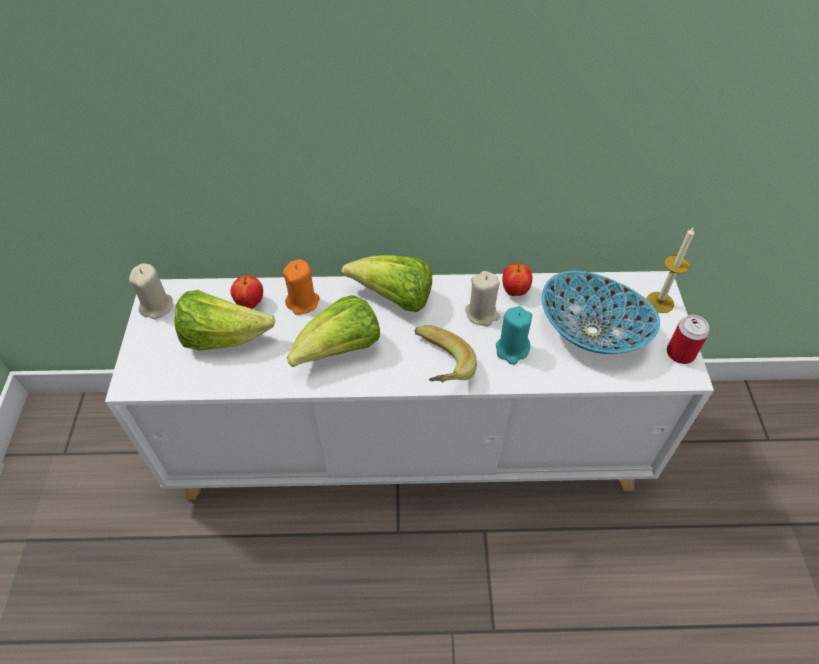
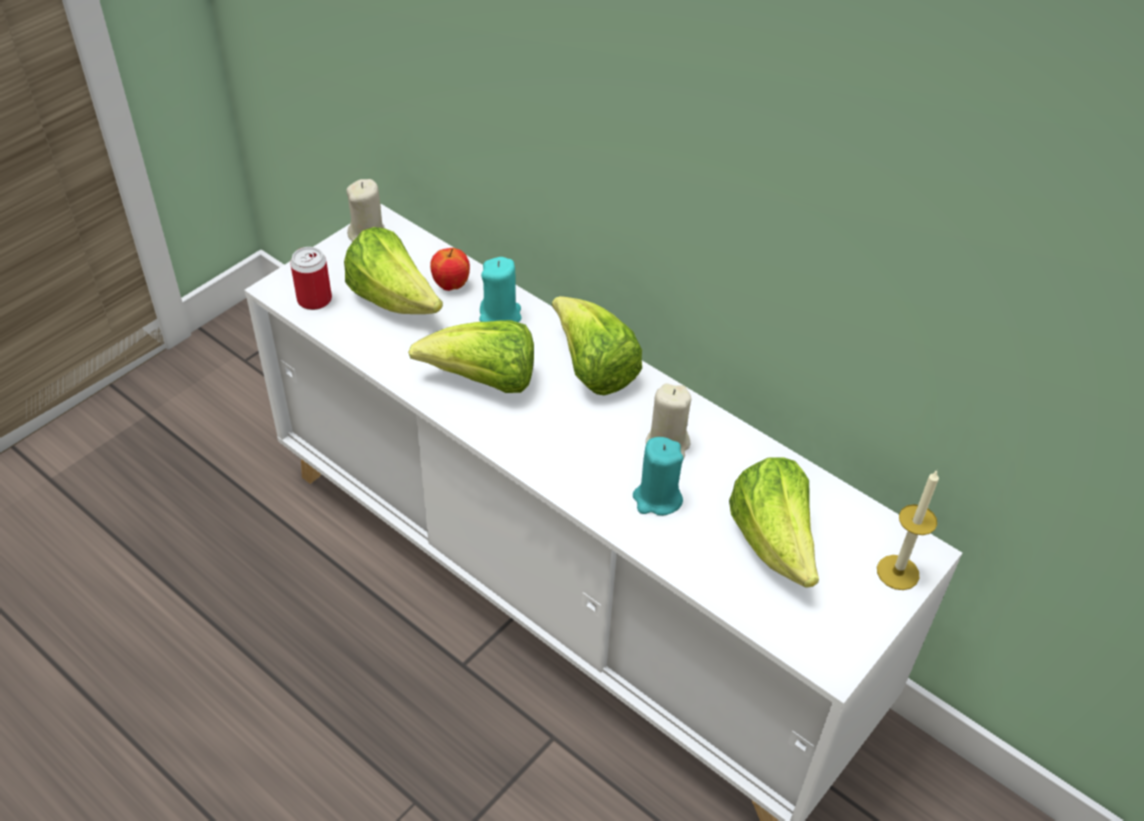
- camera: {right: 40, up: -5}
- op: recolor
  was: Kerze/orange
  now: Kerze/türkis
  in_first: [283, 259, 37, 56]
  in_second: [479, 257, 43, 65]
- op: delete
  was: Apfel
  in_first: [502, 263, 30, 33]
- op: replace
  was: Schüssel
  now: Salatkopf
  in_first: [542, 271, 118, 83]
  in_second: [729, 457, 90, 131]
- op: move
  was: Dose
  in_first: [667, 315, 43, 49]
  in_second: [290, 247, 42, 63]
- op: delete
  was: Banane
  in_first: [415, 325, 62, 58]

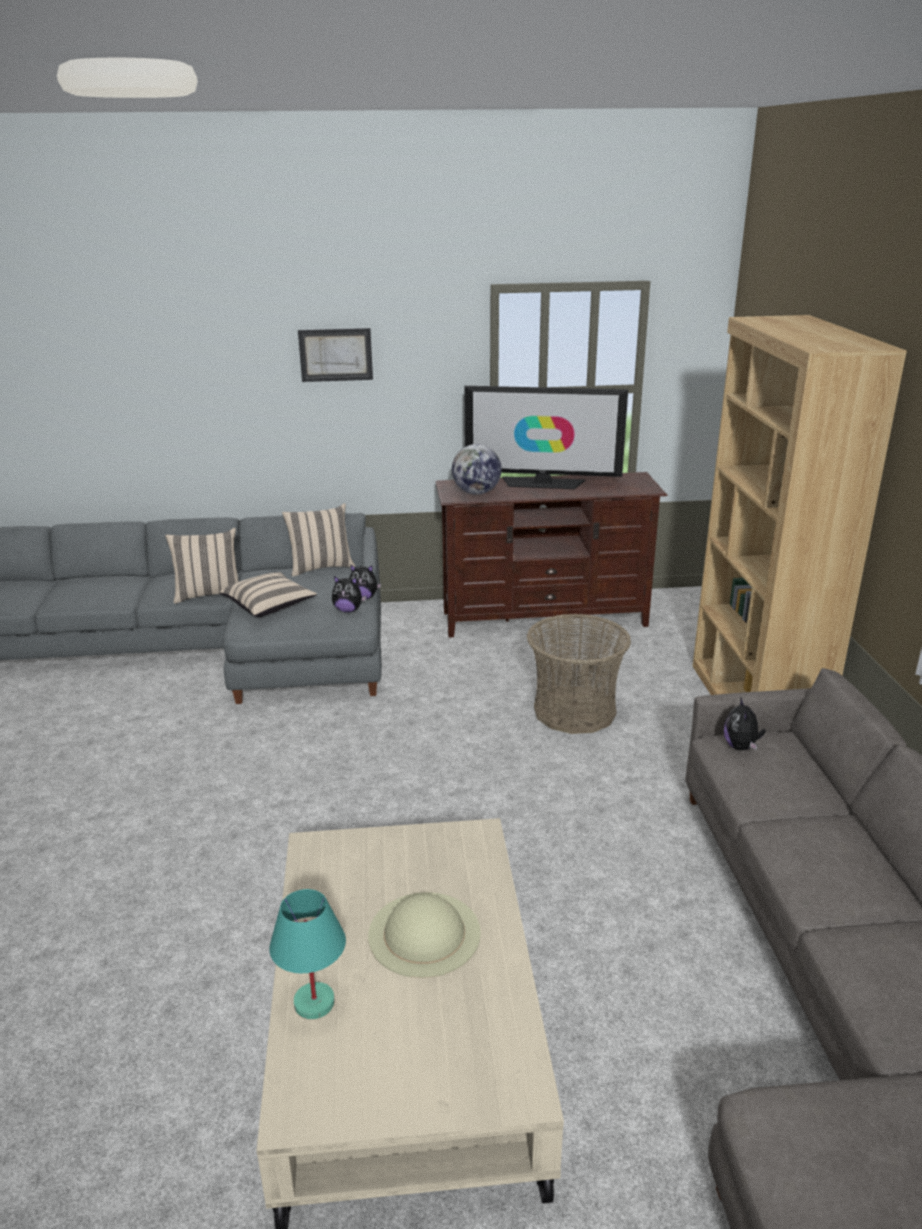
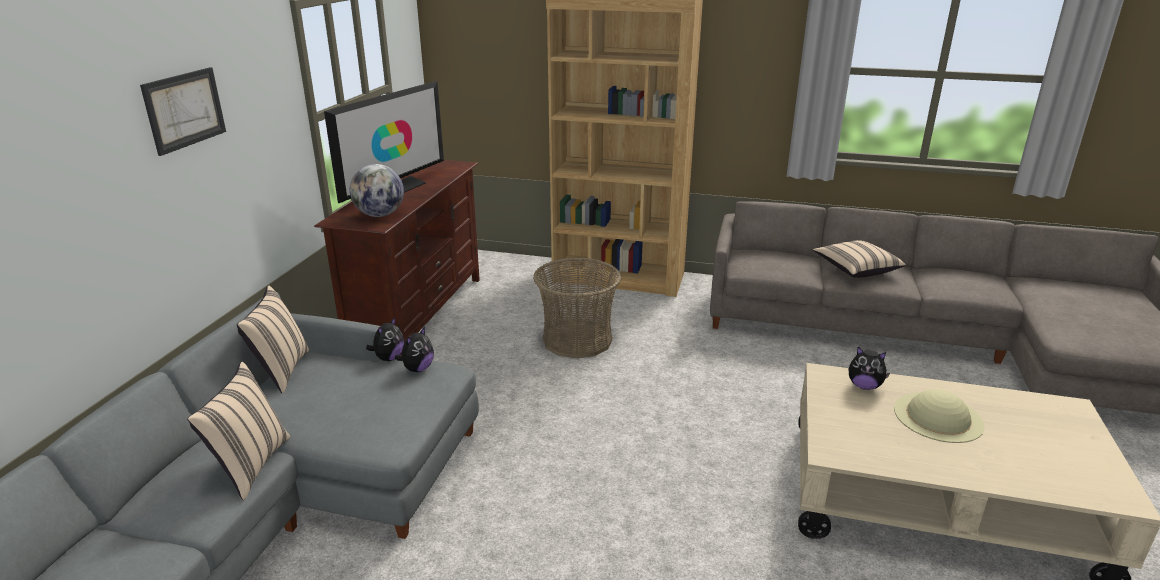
- camera: {right: -70, up: 0}
- op: move
  was: Kissen/beige
  in_first: [220, 572, 97, 45]
  in_second: [813, 240, 93, 38]
- op: move
  was: Plüschtier
  in_first: [724, 696, 42, 54]
  in_second: [849, 347, 41, 43]
- op: delete
  was: Tischlampe/türkis
  in_first: [269, 889, 77, 130]

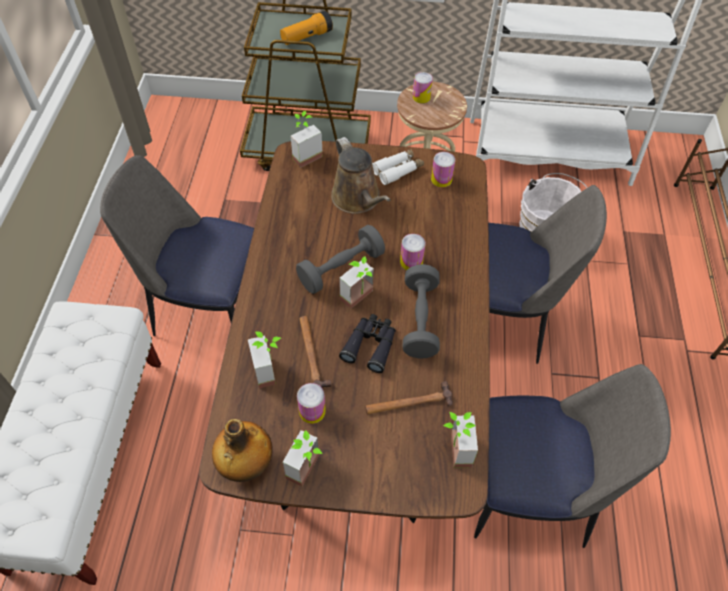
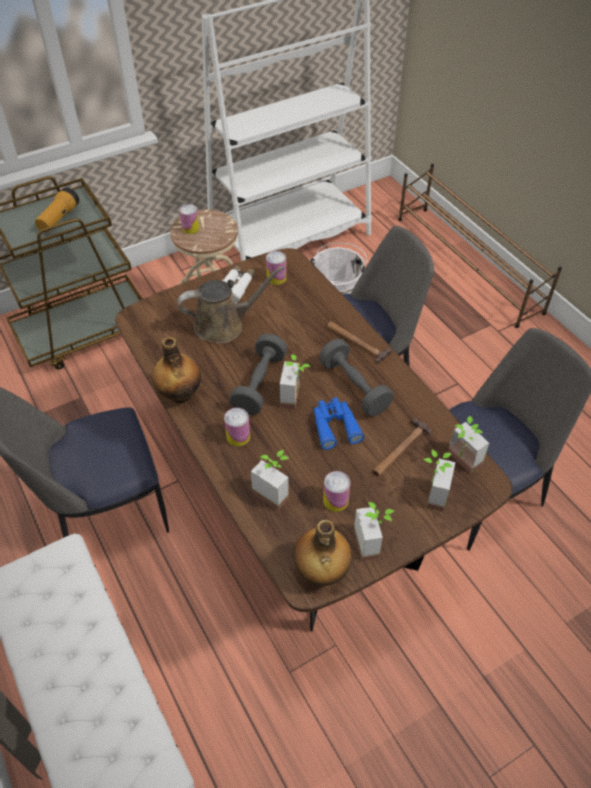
- camera: {right: -35, up: -5}
- op: move
  was: Topfpflanze
  in_first: [291, 111, 32, 57]
  in_second: [423, 450, 32, 62]
- op: rotate
  was: Gießkanne/braun
  in_first: [331, 137, 60, 77]
  in_second: [177, 266, 107, 77]
  clockwise: -45
- op: move
  was: Dose
  in_first: [400, 234, 26, 36]
  in_second: [224, 408, 26, 38]
- op: recolor
  was: Fernglas/schwarz
  now: Fernglas/blau
  in_first: [339, 314, 57, 59]
  in_second: [313, 398, 51, 52]
- op: move
  was: Hammer
  in_first: [300, 316, 32, 72]
  in_second: [327, 321, 65, 42]
- op: insert
  now: Flasche
  in_second: [152, 337, 49, 66]

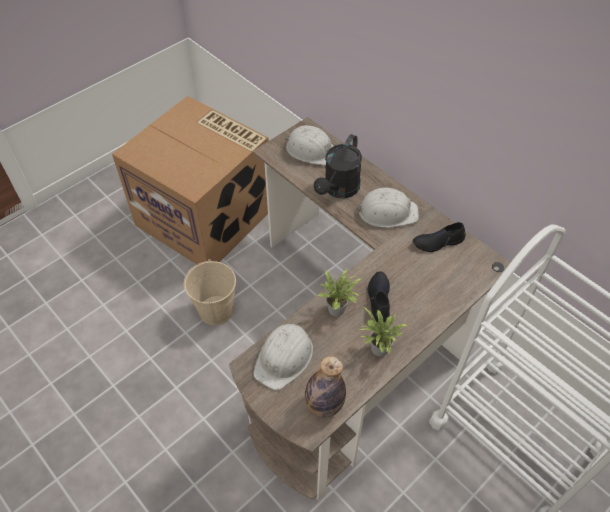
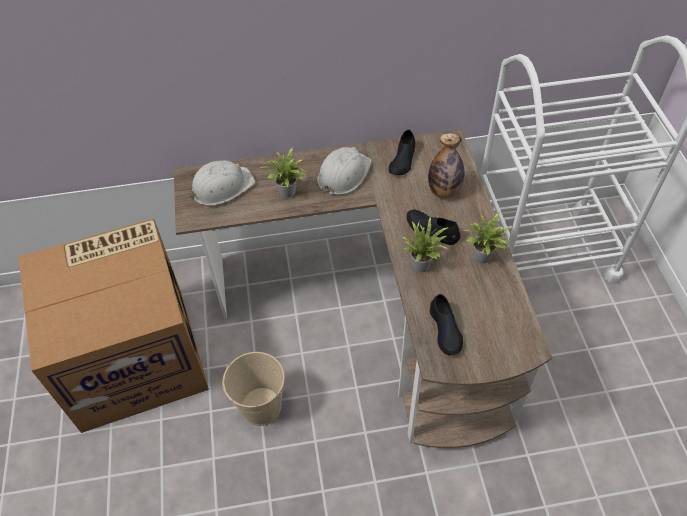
- camera: {right: -55, up: 0}
- op: replace
  was: Gießkanne/schwarz
  now: Topfpflanze
  in_first: [314, 134, 48, 65]
  in_second: [260, 147, 46, 51]
- op: replace
  was: Schutzhelm/weiß
  now: Schuh/schwarz
  in_first: [253, 322, 60, 68]
  in_second: [430, 294, 33, 61]
- op: move
  was: Flasche
  in_first: [305, 356, 41, 62]
  in_second: [428, 133, 36, 65]

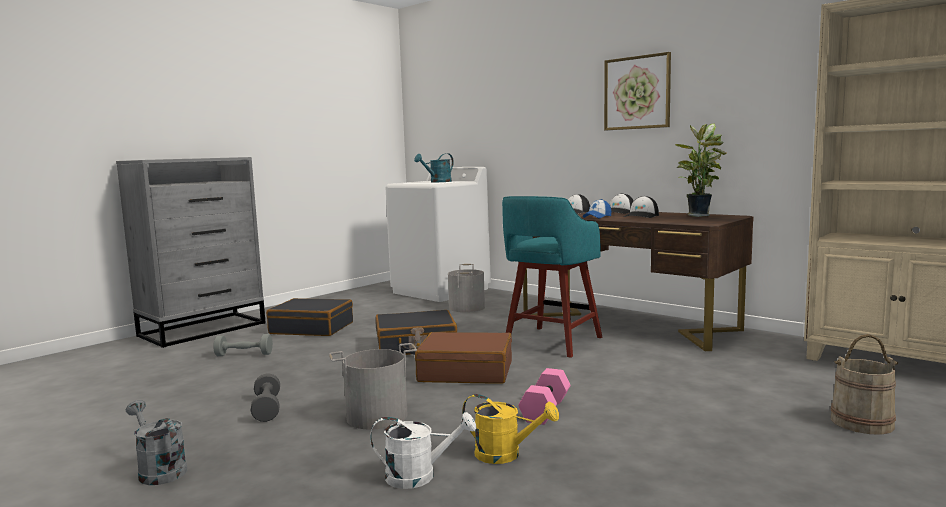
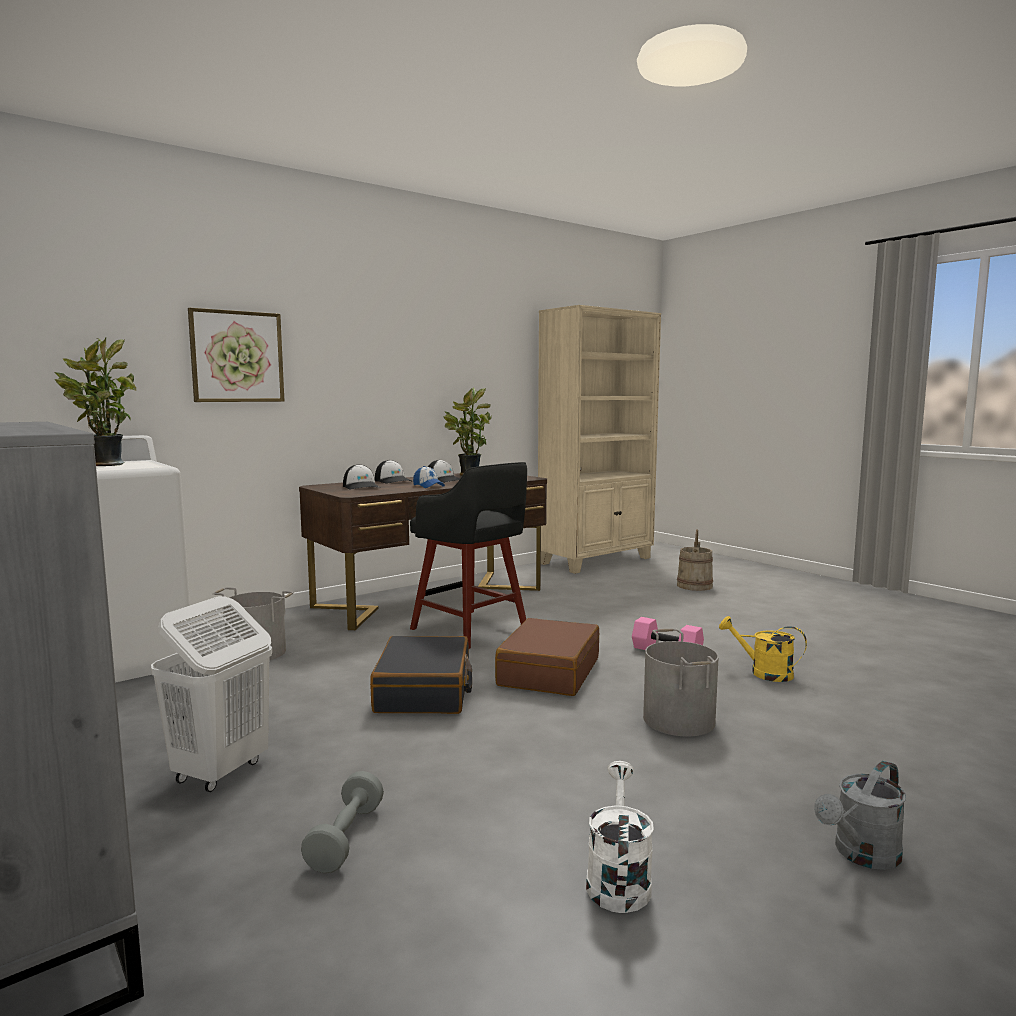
- camera: {right: -80, up: 0}
- op: move
  was: Bild
  in_first: [604, 52, 67, 78]
  in_second: [188, 308, 96, 94]
- op: replace
  was: Gießkanne/türkis
  now: Topfpflanze
  in_first: [414, 153, 40, 29]
  in_second: [54, 338, 83, 128]
- op: recolor
  was: Hocker/türkis
  now: Hocker/schwarz
  in_first: [502, 196, 100, 162]
  in_second: [410, 462, 117, 187]
- op: replace
  was: Koffer/schwarz
  now: Wäschekorb/weiß
  in_first: [266, 298, 87, 38]
  in_second: [151, 596, 121, 196]
- op: delete
  was: Hantel/grau
  in_first: [251, 373, 29, 49]
- op: rotate
  was: Gießkanne/gelb
  in_first: [462, 394, 97, 70]
  in_second: [719, 616, 88, 66]
  clockwise: -90
- op: move
  was: Gießkanne/weiß
  in_first: [370, 412, 106, 77]
  in_second: [586, 761, 68, 152]

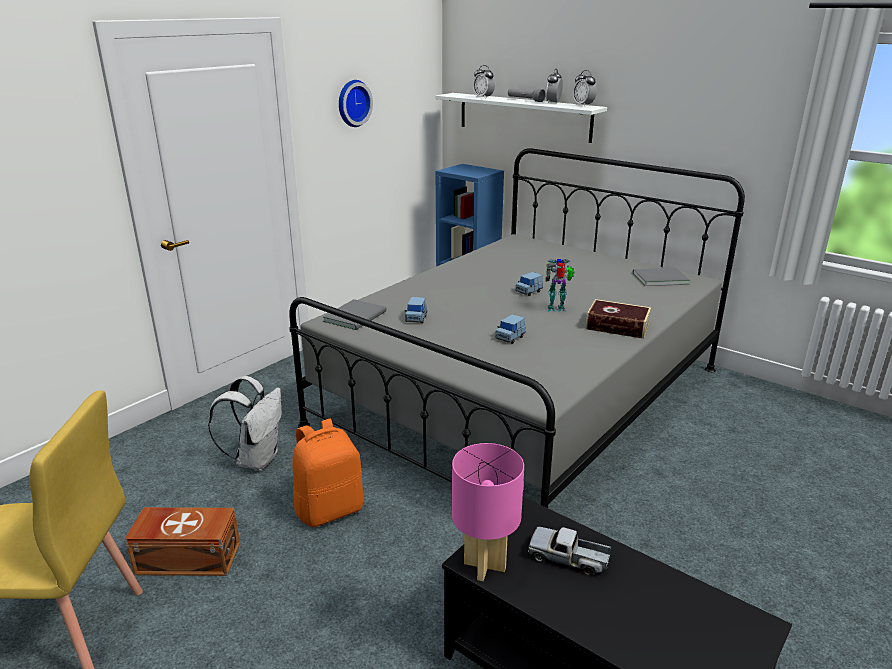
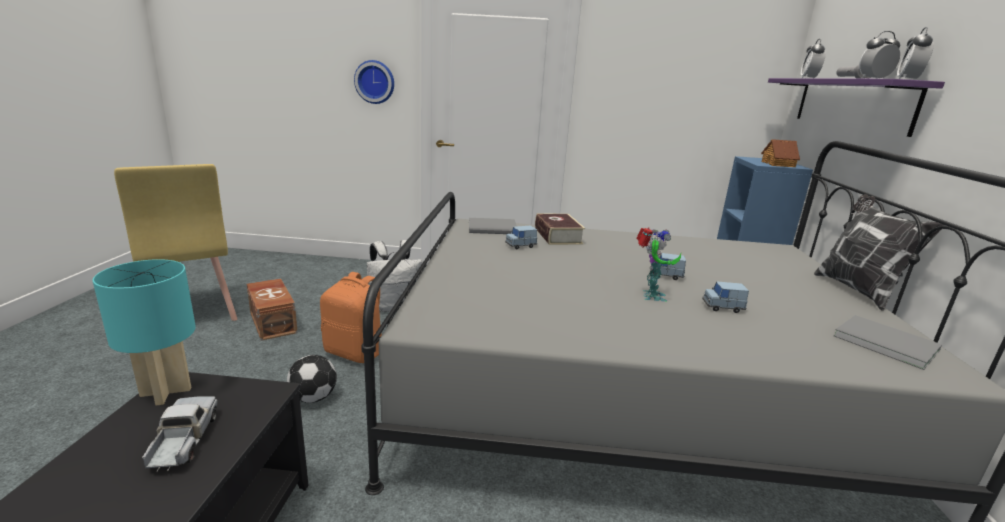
- camera: {right: 55, up: -5}
- op: move
  was: Wanduhr
  in_first: [339, 80, 34, 47]
  in_second: [354, 60, 40, 44]
- op: recolor
  was: Wandregal/weiß
  now: Wandregal/lila
  in_first: [435, 93, 172, 50]
  in_second: [768, 78, 177, 59]
- op: rotate
  was: Spielzeugroboter
  in_first: [545, 259, 30, 53]
  in_second: [636, 227, 45, 75]
  clockwise: 45
- op: move
  was: Buch
  in_first: [586, 299, 65, 40]
  in_second: [535, 214, 50, 31]
- op: move
  was: Spielzeugauto/blau
  in_first: [495, 314, 31, 30]
  in_second: [702, 281, 47, 32]
- op: recolor
  was: Tischlampe/rosa
  now: Tischlampe/türkis
  in_first: [452, 443, 72, 138]
  in_second: [92, 259, 104, 147]
- op: insert
  now: Spielzeughaus
  in_second: [761, 139, 39, 28]
- op: insert
  now: Kissen
  in_second: [814, 194, 131, 117]
- op: insert
  now: Fußball
  in_second: [287, 355, 50, 48]

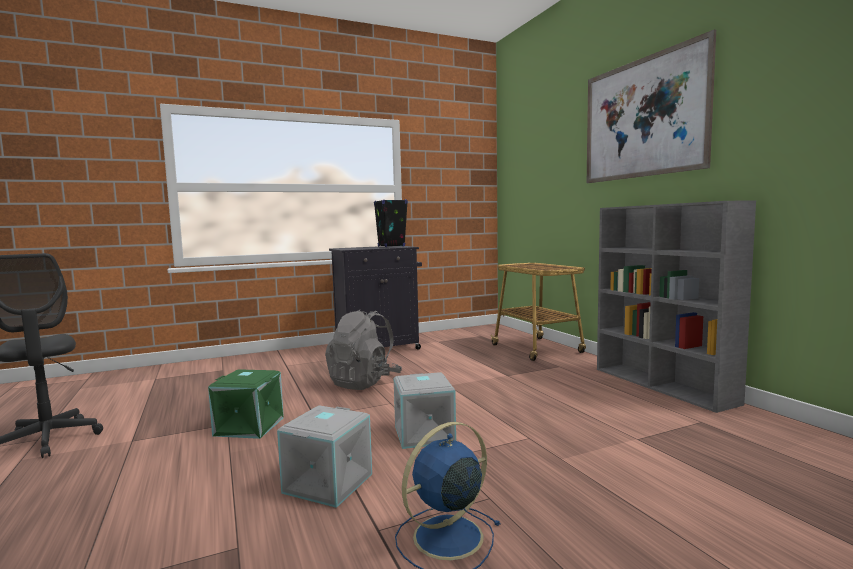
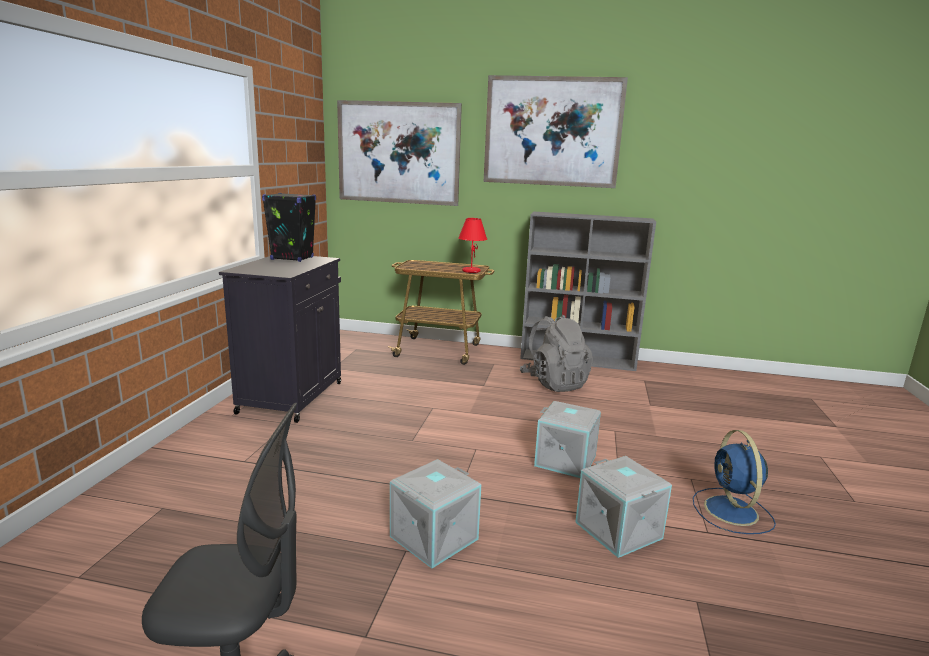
- camera: {right: -55, up: 10}
- op: move
  was: Rucksack/grau
  in_first: [325, 310, 77, 80]
  in_second: [520, 315, 73, 77]
- op: recolor
  was: Aufbewahrungsbox/grün
  now: Aufbewahrungsbox/grau
  in_first: [208, 369, 76, 70]
  in_second: [390, 459, 91, 109]
- op: insert
  now: Bild
  in_second: [337, 100, 125, 106]
- op: insert
  now: Tischlampe/rot
  in_second: [458, 218, 29, 55]

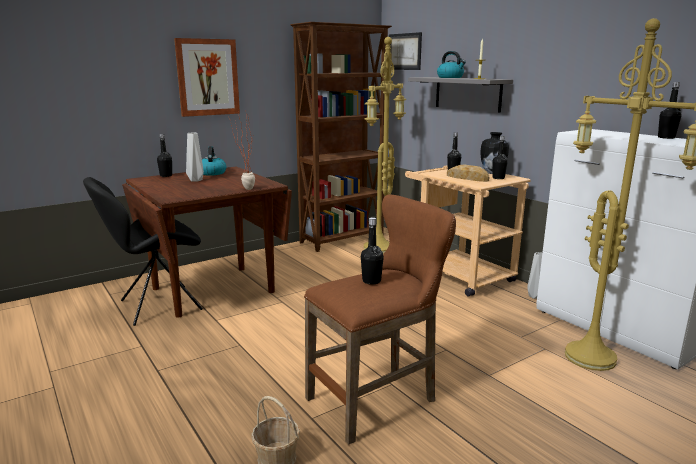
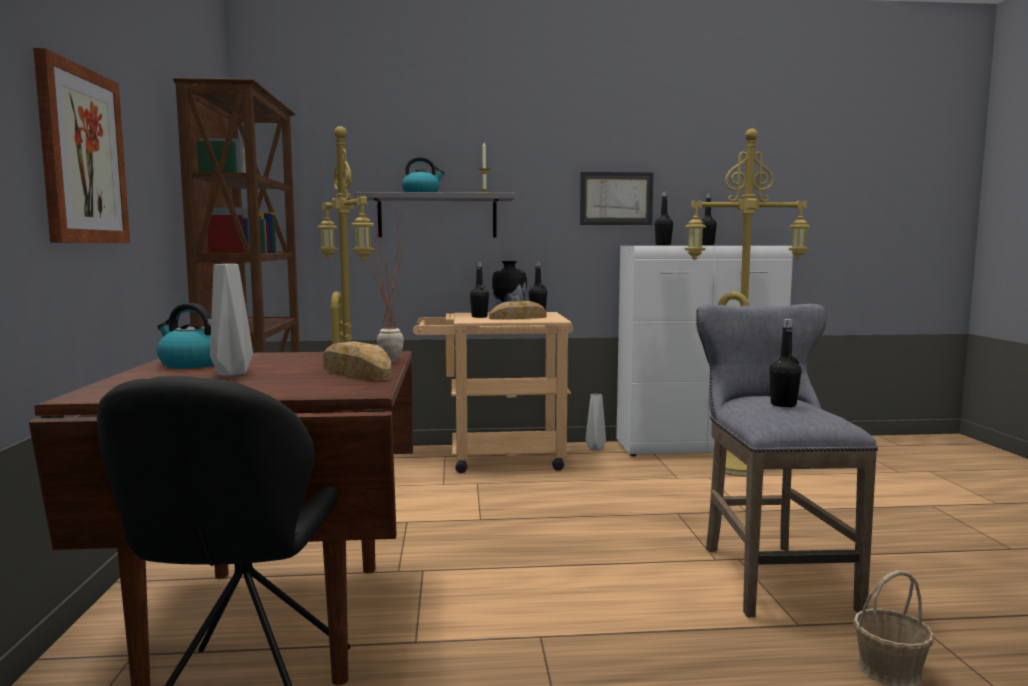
- camera: {right: -60, up: -10}
- op: move
  was: Bild
  in_first: [389, 32, 33, 38]
  in_second: [580, 172, 73, 53]
- op: move
  was: Flasche/schwarz
  in_first: [157, 134, 15, 43]
  in_second: [655, 192, 18, 53]
- op: recolor
  was: Hocker/braun
  now: Hocker/grau
  in_first: [304, 194, 152, 251]
  in_second: [696, 304, 182, 313]
- op: insert
  now: Brot
  in_second: [323, 341, 69, 40]

